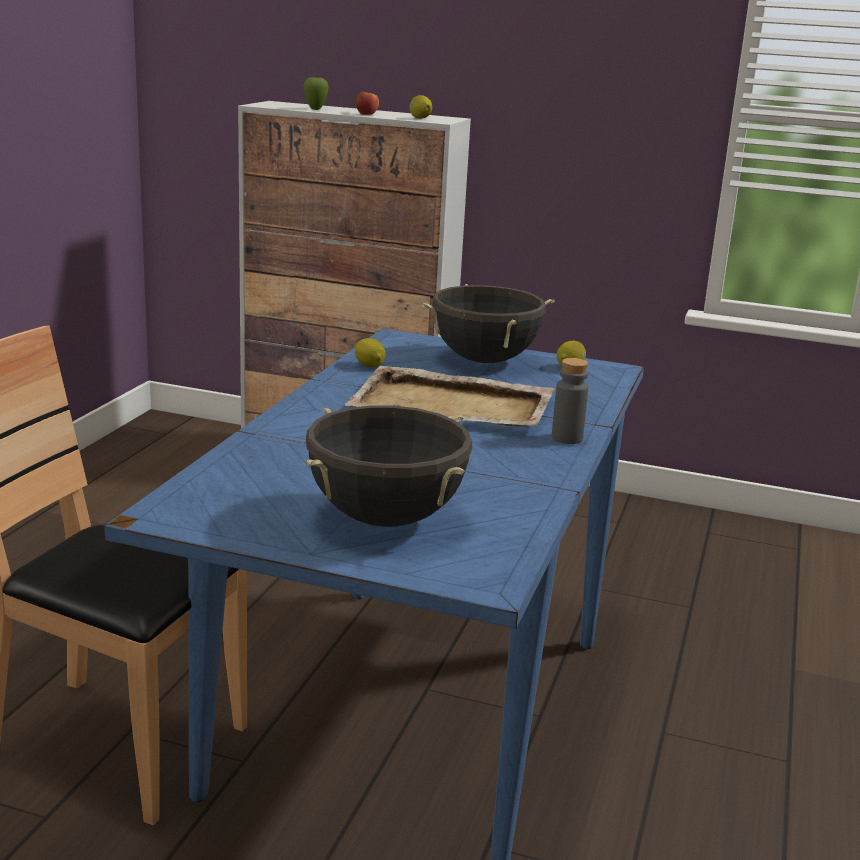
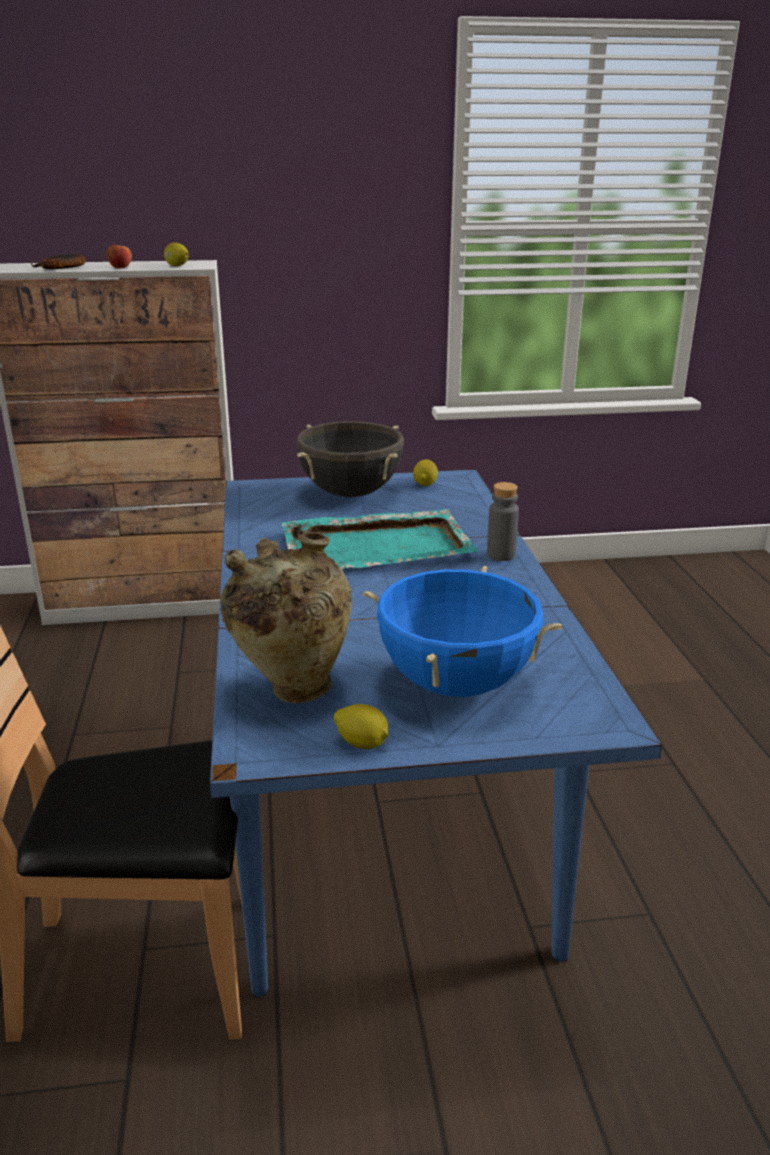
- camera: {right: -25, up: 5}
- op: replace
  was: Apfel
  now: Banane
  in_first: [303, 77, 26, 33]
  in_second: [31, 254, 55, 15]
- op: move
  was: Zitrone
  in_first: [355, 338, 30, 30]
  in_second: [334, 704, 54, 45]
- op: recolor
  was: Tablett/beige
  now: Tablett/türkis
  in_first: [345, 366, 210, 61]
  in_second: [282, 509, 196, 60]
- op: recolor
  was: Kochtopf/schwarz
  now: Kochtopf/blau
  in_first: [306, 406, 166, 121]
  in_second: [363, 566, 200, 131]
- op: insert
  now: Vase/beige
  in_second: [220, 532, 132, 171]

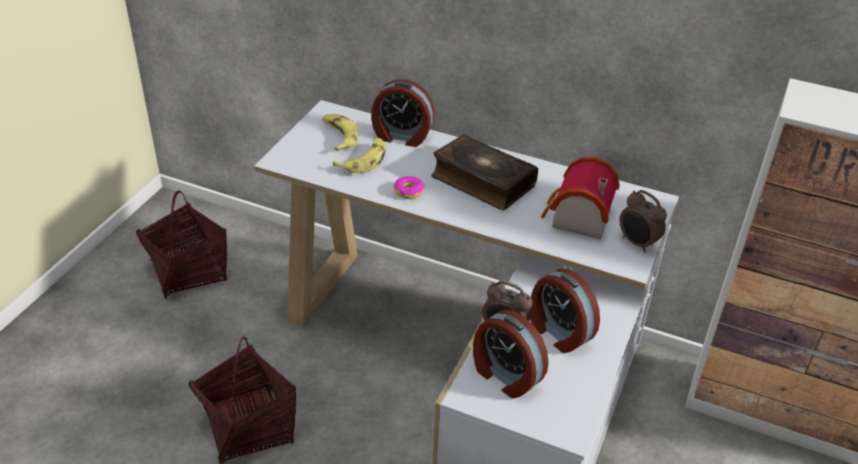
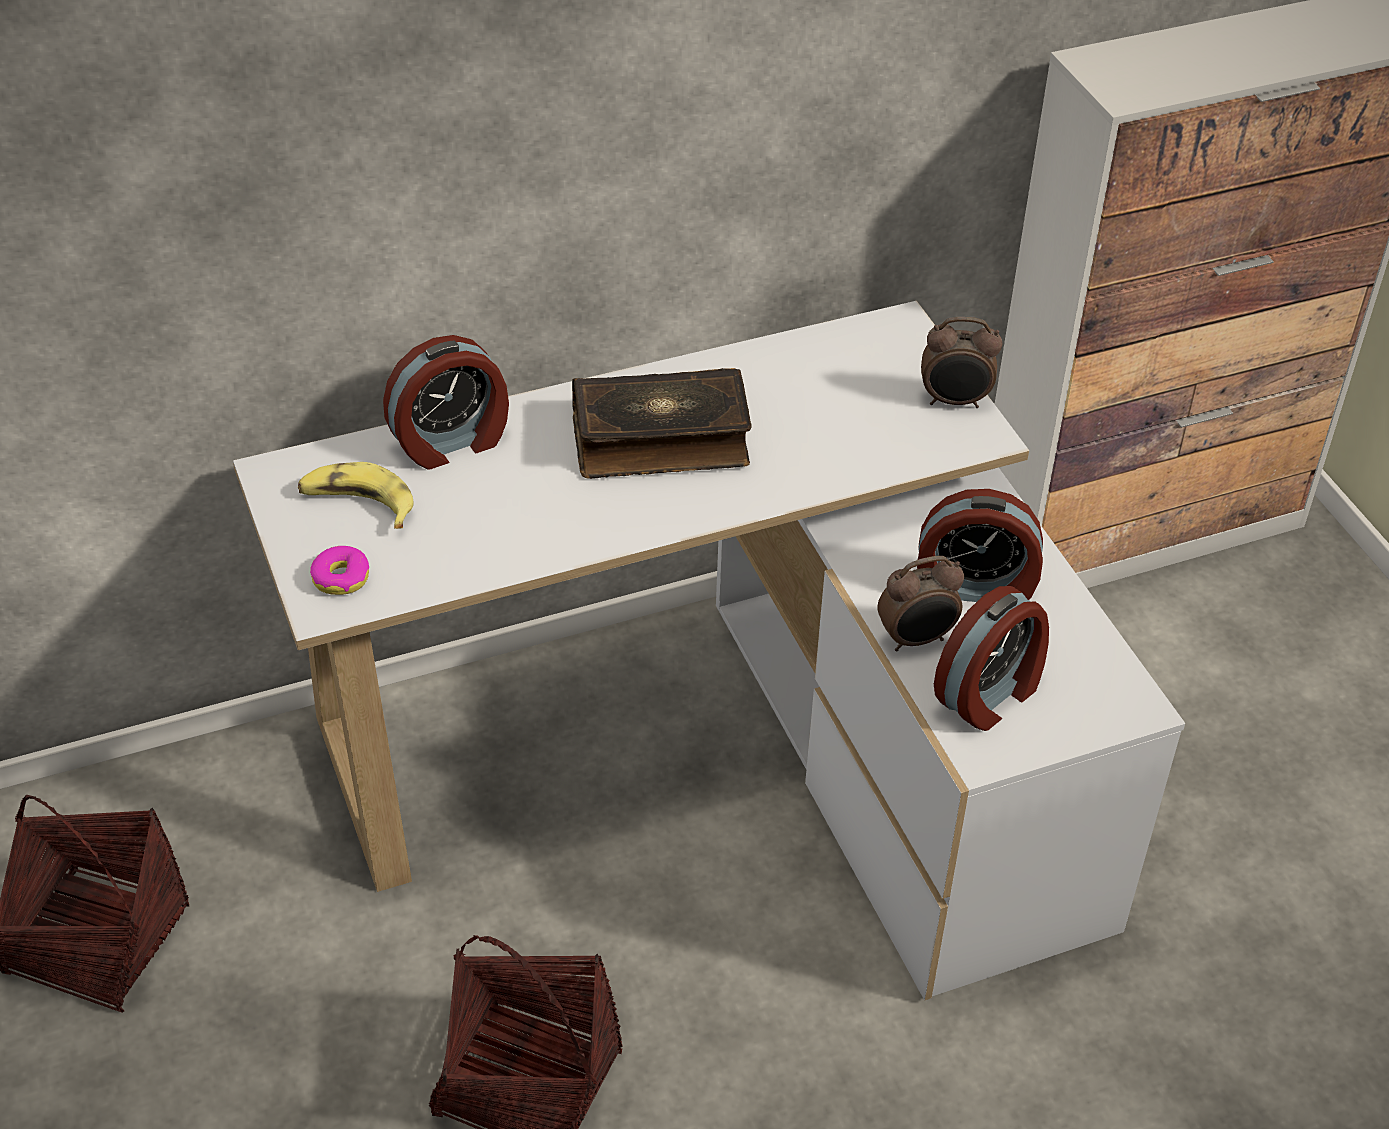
- camera: {right: -45, up: 5}
- op: delete
  was: Banane
  in_first: [333, 138, 53, 35]
- op: delete
  was: Spielzeughaus
  in_first: [541, 157, 79, 82]
- op: move
  was: Donut
  in_first: [394, 176, 30, 23]
  in_second: [310, 546, 59, 49]
- op: rotate
  was: Wecker
  in_first: [473, 310, 76, 88]
  in_second: [934, 586, 115, 145]
  clockwise: -45

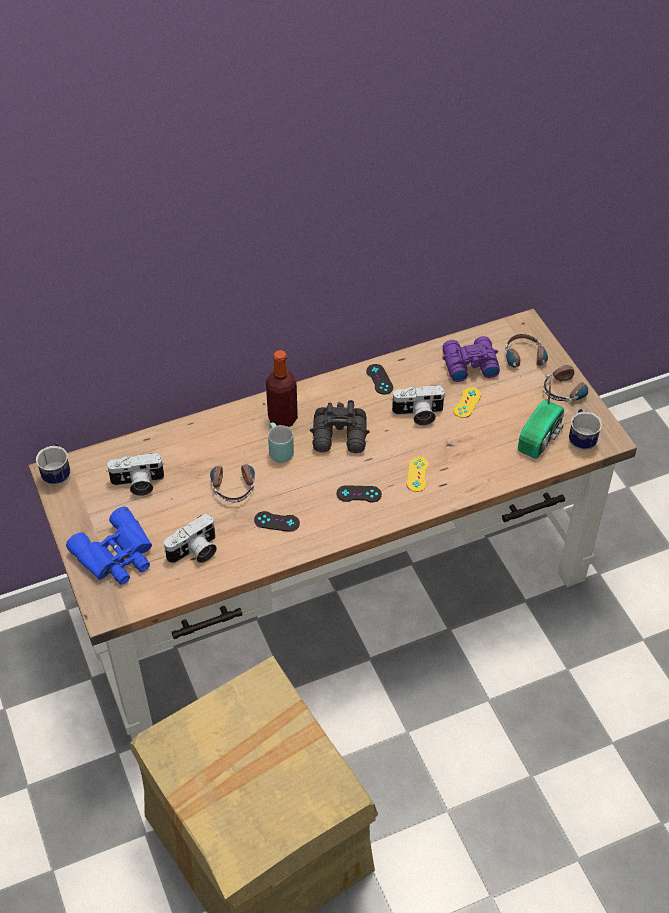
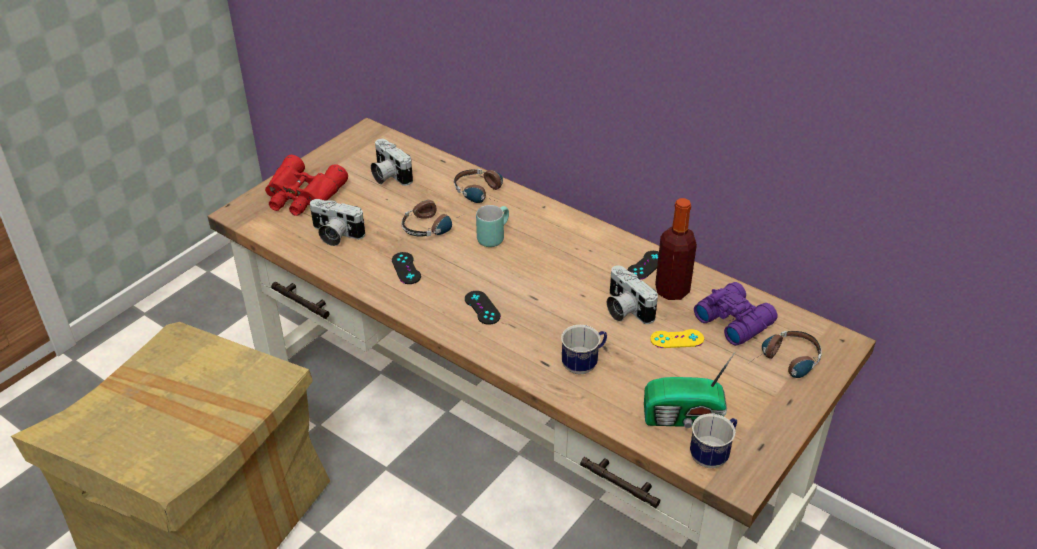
- camera: {right: 60, up: -10}
- op: move
  was: Flasche
  in_first: [266, 350, 32, 77]
  in_second: [655, 198, 42, 102]
- op: move
  was: Kopfhörer
  in_first: [543, 365, 58, 37]
  in_second: [454, 169, 49, 34]
- op: delete
  was: Fernglas/schwarz
  in_first: [310, 400, 59, 53]
- op: move
  was: Henkelbecher
  in_first: [36, 442, 34, 43]
  in_second: [561, 325, 46, 49]
- op: delete
  was: Gamepad/gelb
  in_first: [407, 457, 22, 35]
- op: recolor
  was: Fernglas/blau
  now: Fernglas/rot
  in_first: [66, 507, 86, 78]
  in_second: [265, 155, 83, 61]

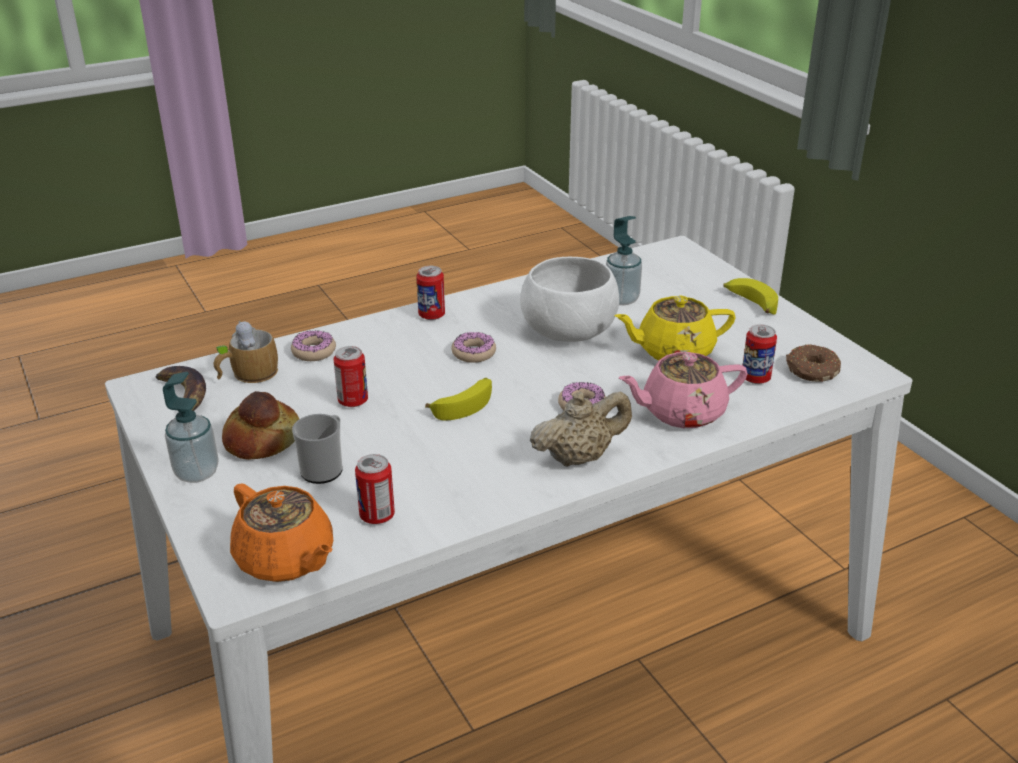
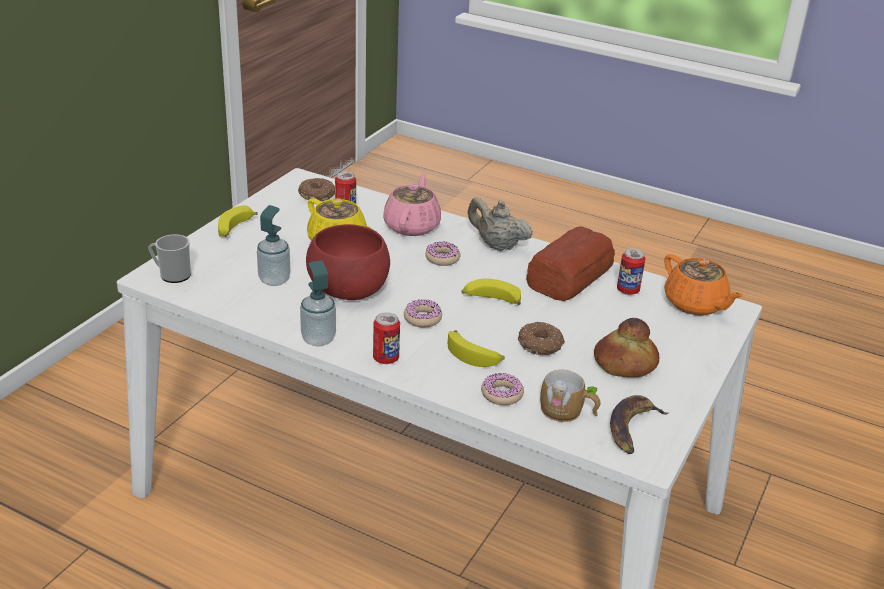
- camera: {right: -125, up: 0}
- op: recolor
  was: Schüssel/weiß
  now: Schüssel/rot
  in_first: [520, 257, 99, 85]
  in_second: [306, 224, 84, 76]
- op: replace
  was: Dose
  now: Donut
  in_first: [333, 346, 35, 61]
  in_second: [518, 321, 47, 34]
- op: rotate
  was: Teekanne/rosa
  in_first: [619, 352, 129, 76]
  in_second: [383, 173, 58, 63]
  clockwise: -120
- op: move
  was: Seifenspender
  in_first: [163, 372, 56, 111]
  in_second: [300, 260, 36, 86]
- op: move
  was: Henkelbecher
  in_first: [292, 414, 50, 70]
  in_second: [148, 234, 43, 49]
- op: rotate
  was: Teekanne/orange
  in_first: [230, 483, 103, 99]
  in_second: [664, 254, 79, 62]
  clockwise: 135
- op: insert
  now: Brot
  in_second: [526, 226, 89, 75]
- op: insert
  now: Banane
  in_second: [448, 330, 57, 37]

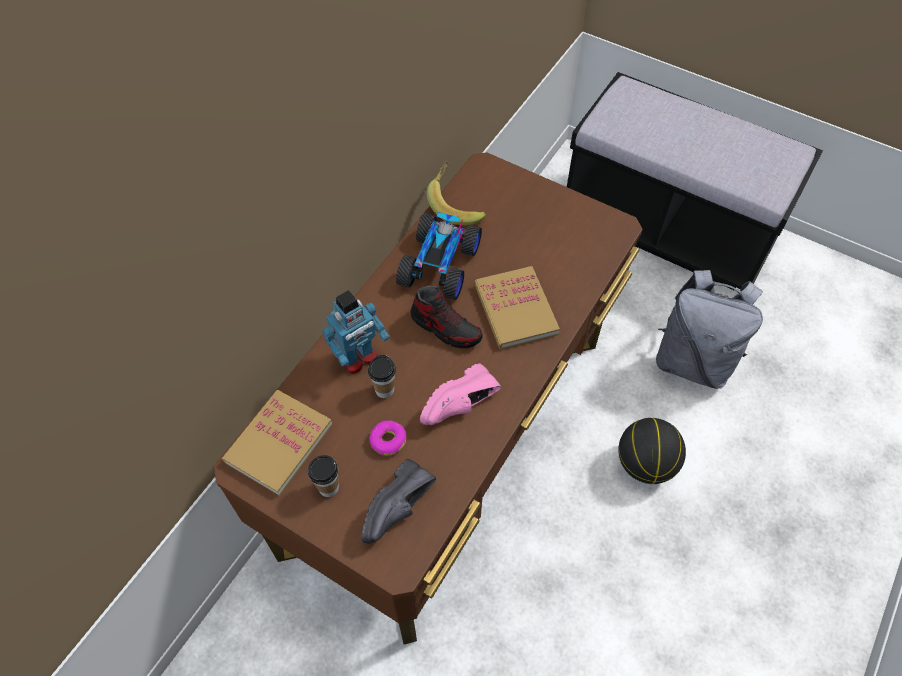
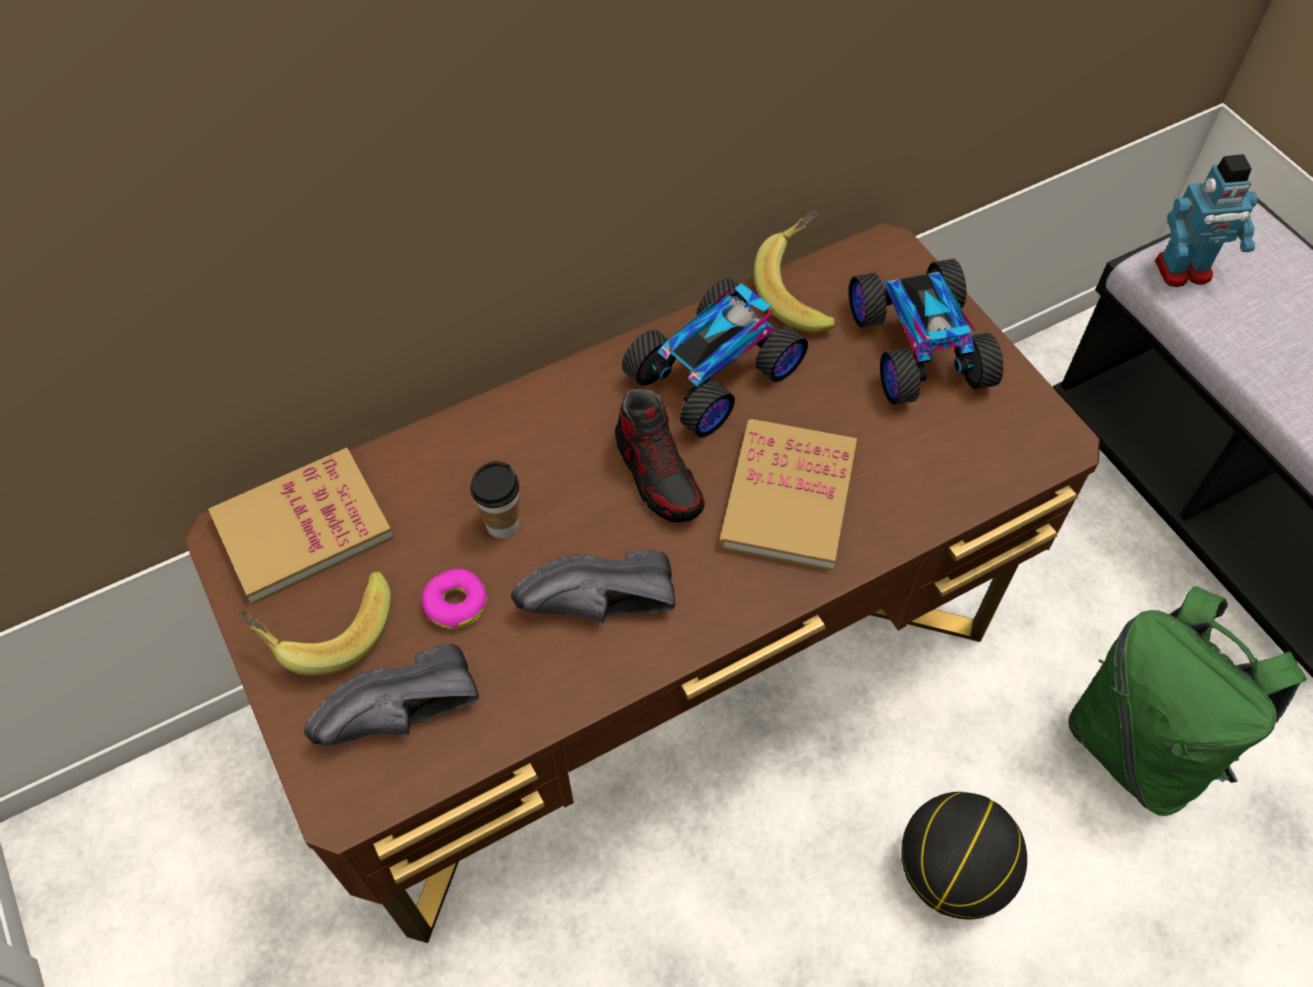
- camera: {right: 30, up: 0}
- op: recolor
  was: Rucksack/grau
  now: Rucksack/grün
  in_first: [656, 270, 107, 119]
  in_second: [1068, 586, 238, 230]
- op: move
  was: Spielzeugroboter
  in_first: [322, 290, 68, 84]
  in_second: [1155, 154, 102, 133]
- op: recolor
  was: Schuh/rosa
  now: Schuh/schwarz
  in_first: [420, 363, 81, 62]
  in_second: [511, 550, 164, 73]
- op: replace
  was: Tasse
  now: Banane
  in_first: [308, 455, 31, 42]
  in_second: [238, 571, 153, 104]
- op: insert
  now: Spielzeugauto
  in_second: [849, 259, 154, 146]

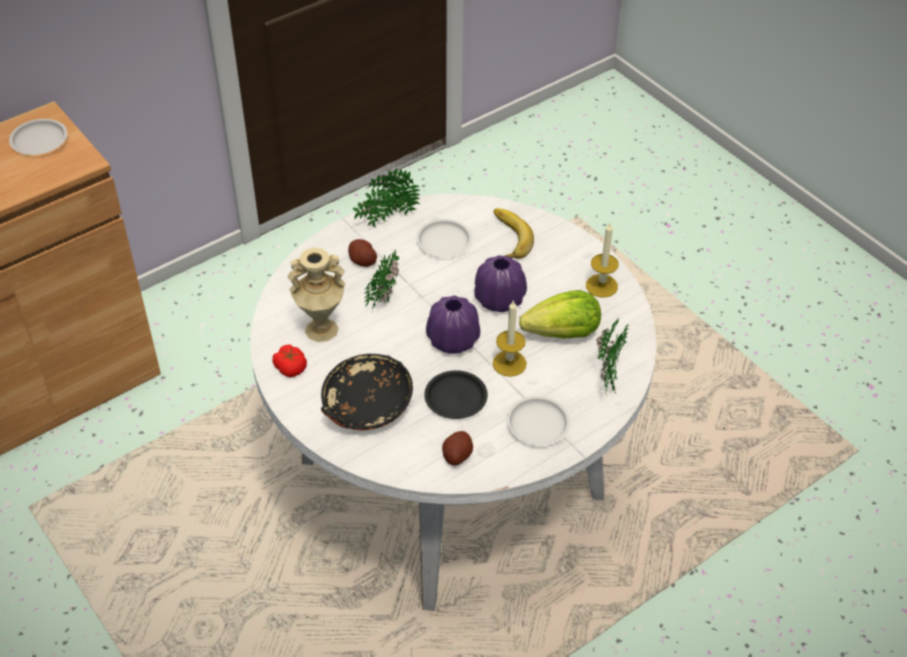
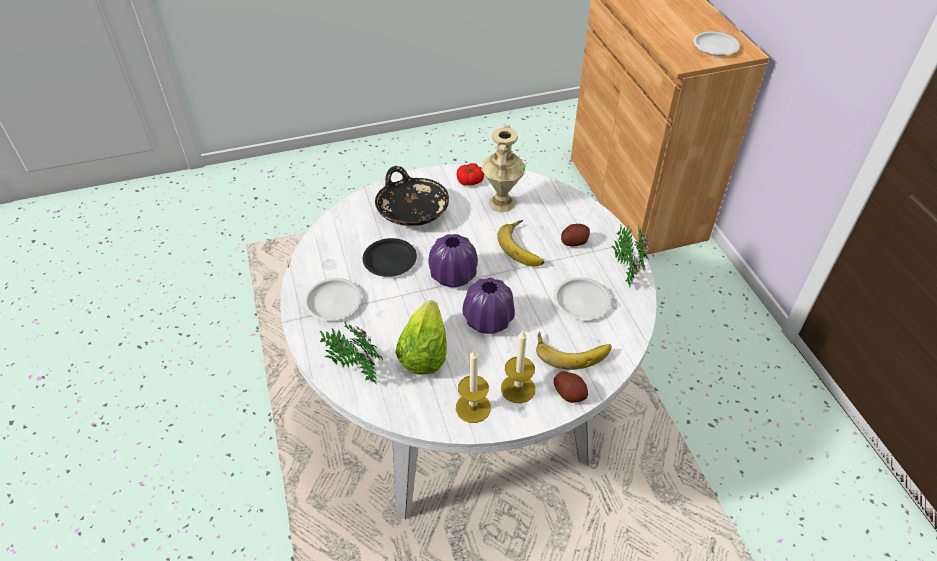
- camera: {right: 110, up: 0}
- op: replace
  was: Topfpflanze
  now: Banane
  in_first: [364, 250, 35, 61]
  in_second: [497, 220, 47, 47]
- op: move
  was: Kerze
  in_first: [493, 300, 34, 77]
  in_second: [501, 331, 34, 72]
- op: move
  was: Kartoffel
  in_first: [442, 431, 31, 35]
  in_second: [554, 371, 34, 32]

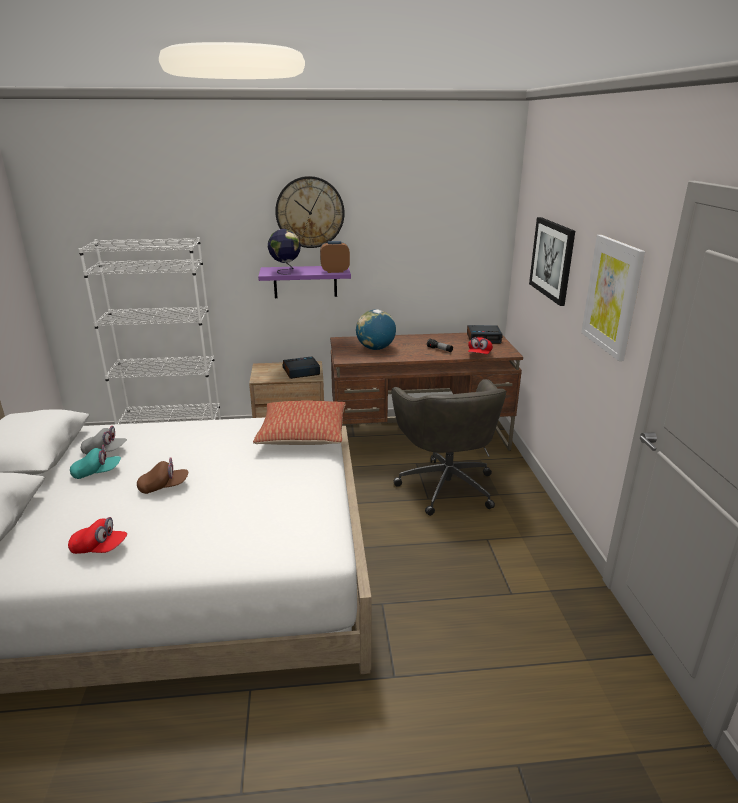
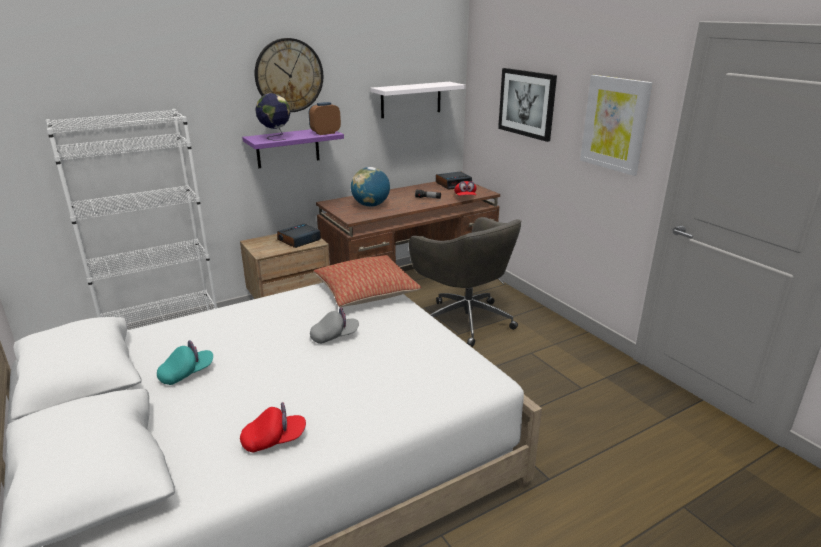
- camera: {right: -25, up: 0}
- op: move
  was: Kappe/grau
  in_first: [81, 426, 46, 28]
  in_second: [310, 307, 49, 37]
- op: delete
  was: Kappe/braun
  in_first: [137, 457, 51, 37]
- op: insert
  now: Wandregal/weiß
  in_second: [371, 82, 95, 36]

